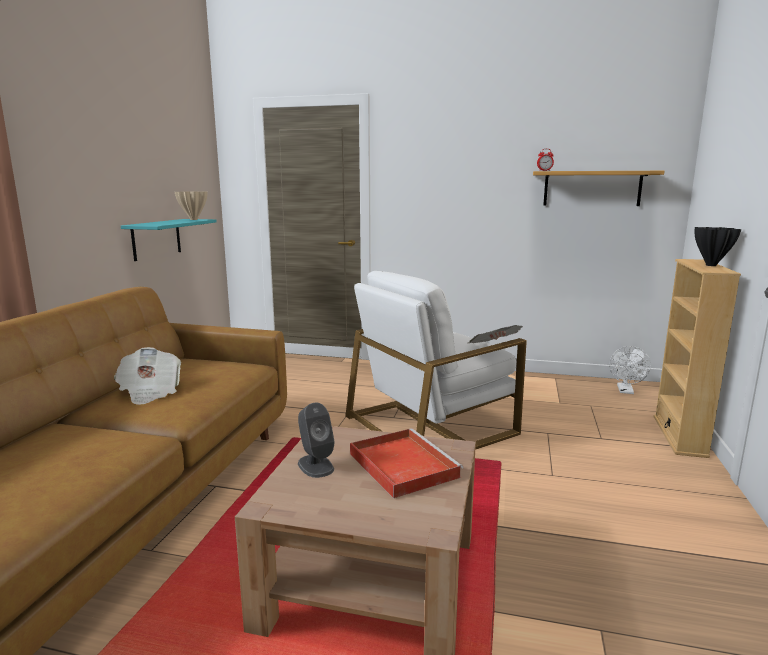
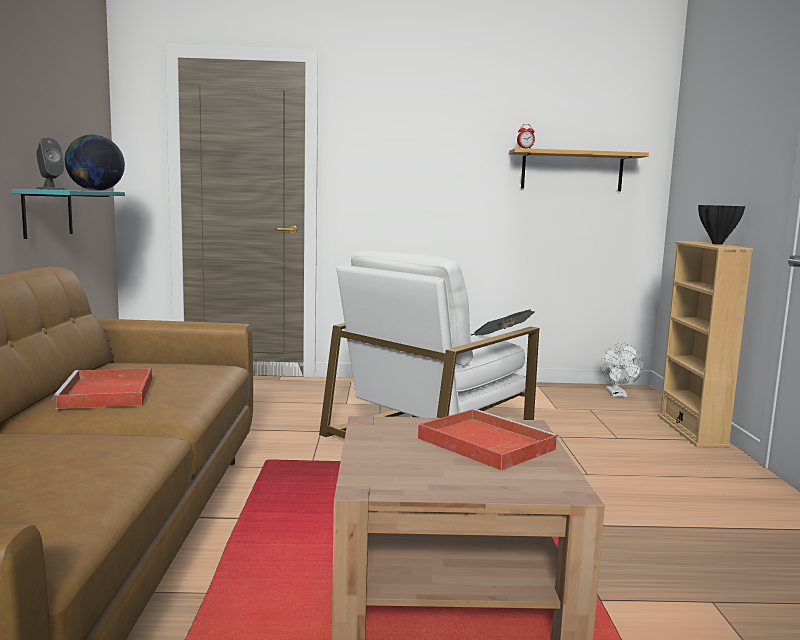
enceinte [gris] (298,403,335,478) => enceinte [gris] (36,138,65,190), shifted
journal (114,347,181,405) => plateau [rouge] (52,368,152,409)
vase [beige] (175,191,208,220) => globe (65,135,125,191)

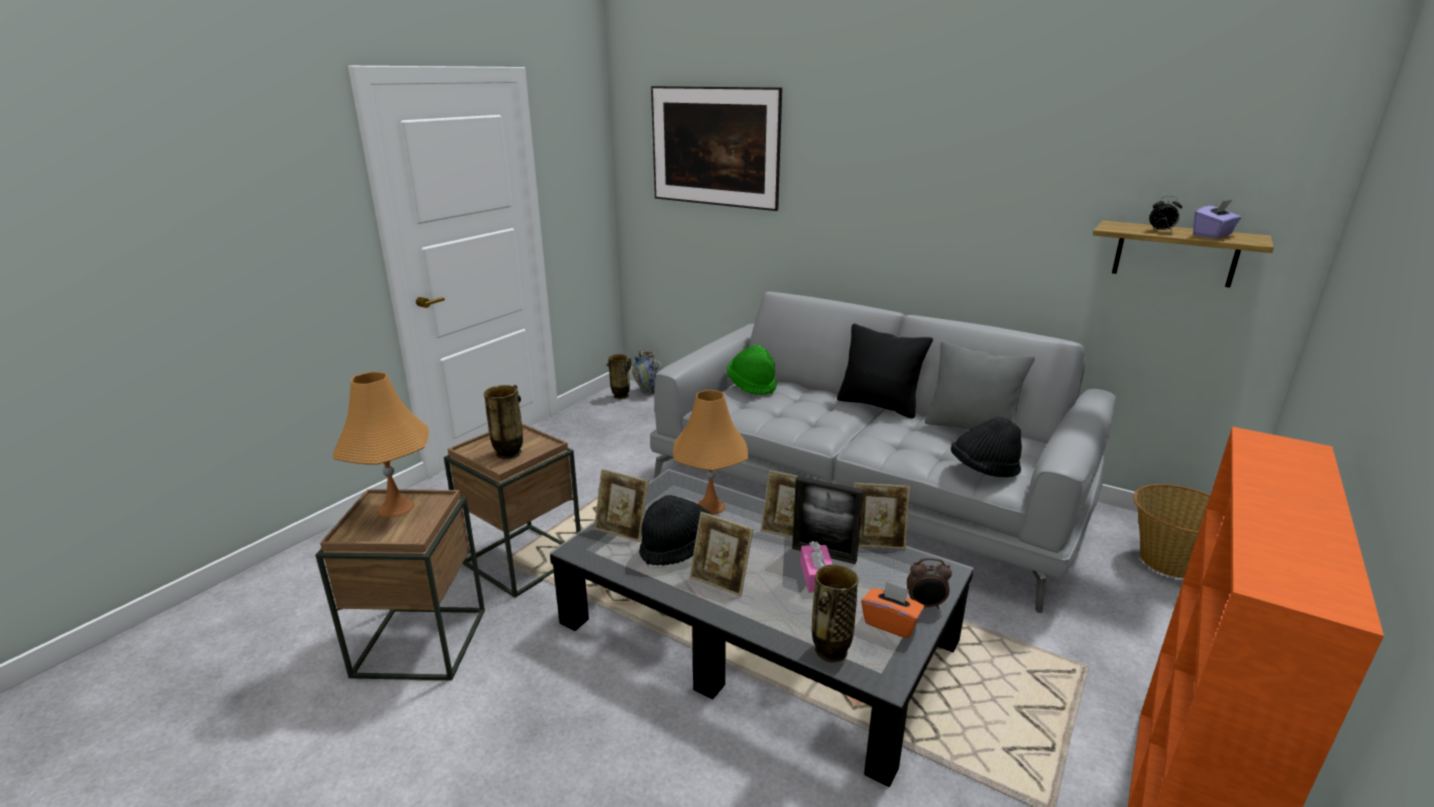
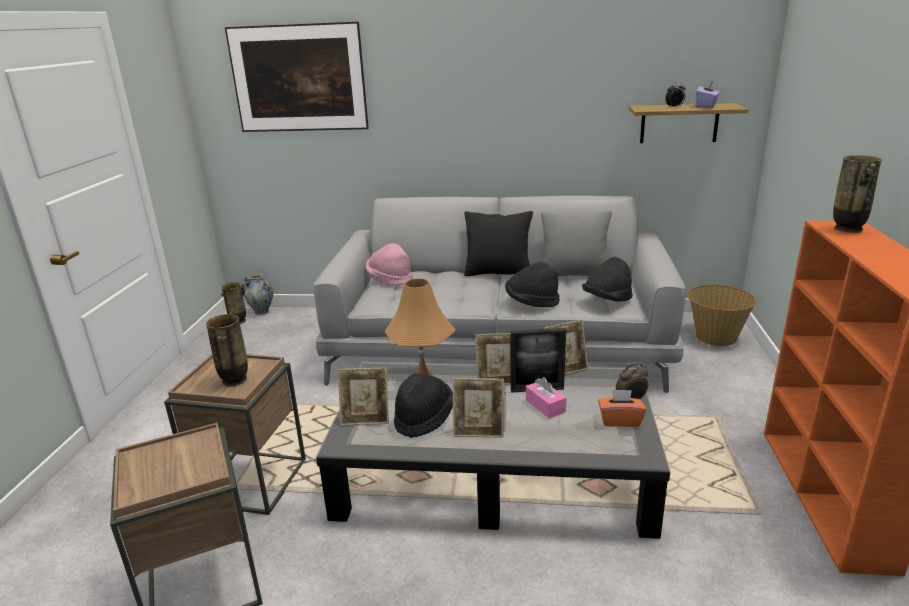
lampe de table [orange] (333,372,429,517) => nothing
nothing => chapeau [noir] (505,262,560,307)
vase (812,564,859,663) => vase (833,155,882,233), shifted
chapeau [vert] (727,345,777,395) => chapeau [rose] (366,243,413,286)

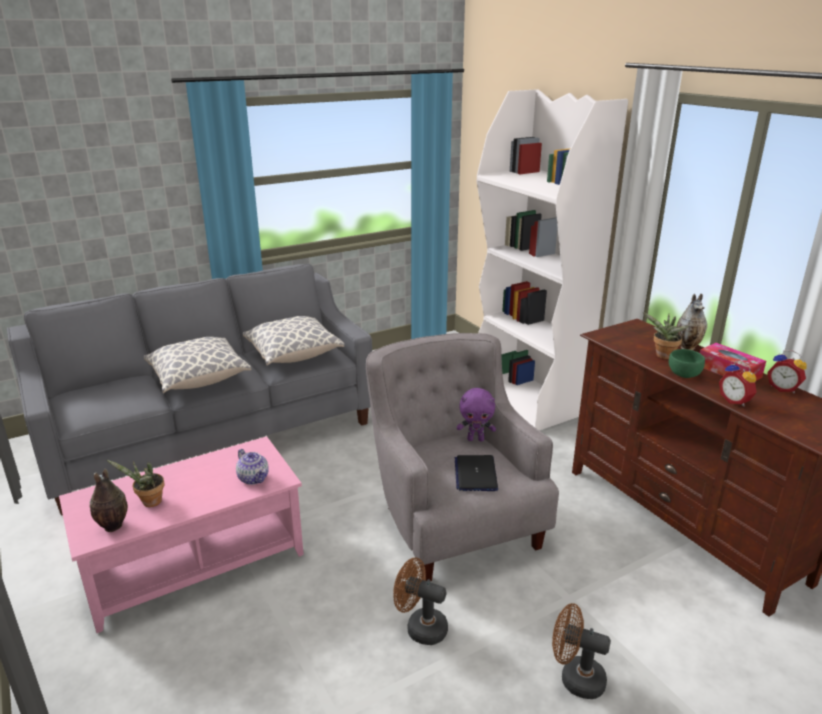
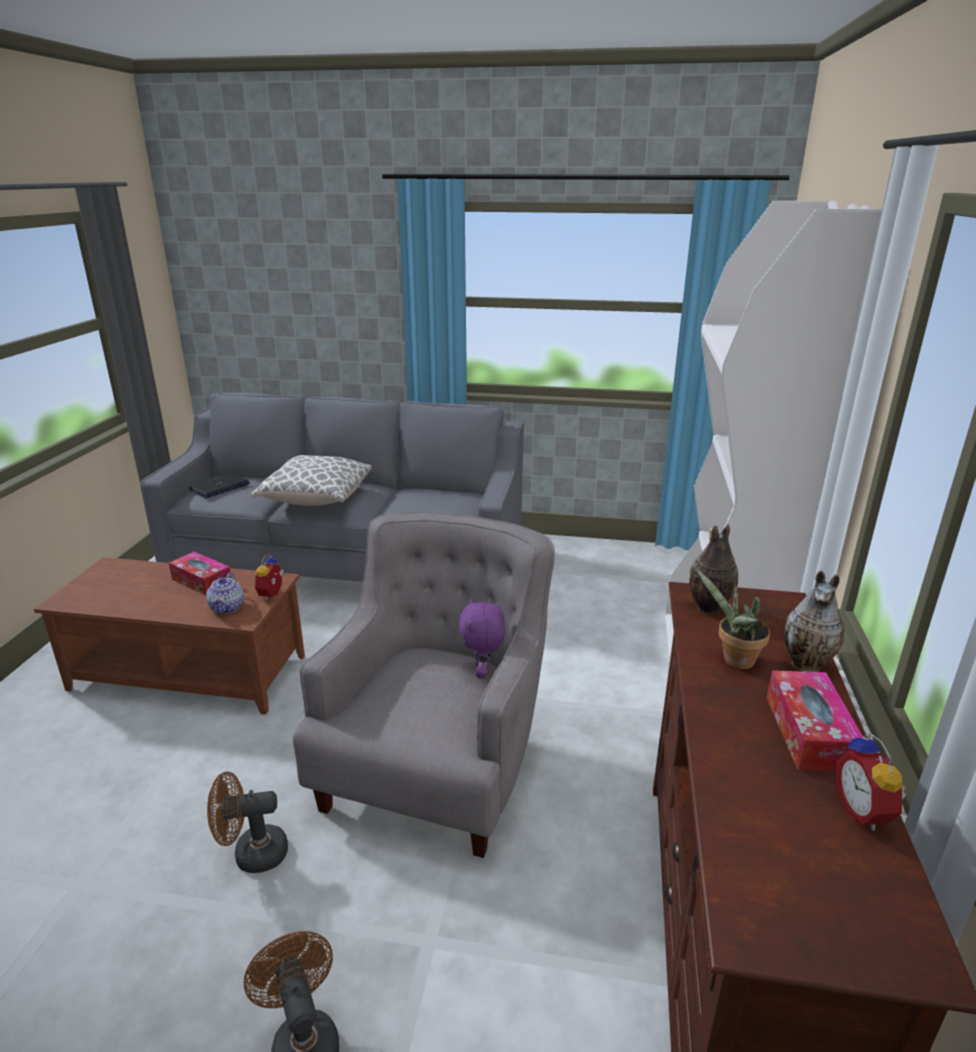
plante en pot (107,460,165,507) => nothing
coussin (243,316,344,365) => nothing
bol [vert] (669,349,705,378) => nothing
nothing => boîte à mouchoirs (169,552,231,595)
vase (89,469,128,532) => vase (689,524,738,614), shifted
ordinateur portable (455,455,498,491) => ordinateur portable (189,474,250,498), shifted
réveil (719,361,757,407) => réveil (255,553,284,600), shifted
table basse [rose] (59,436,304,633) => table basse [marron] (34,557,305,715)
ventilateur [marron] (394,558,448,645) => ventilateur [marron] (207,771,288,873), 75 degrees counterclockwise
peluche [violet] (457,388,496,441) => peluche [violet] (459,598,505,679), 45 degrees clockwise

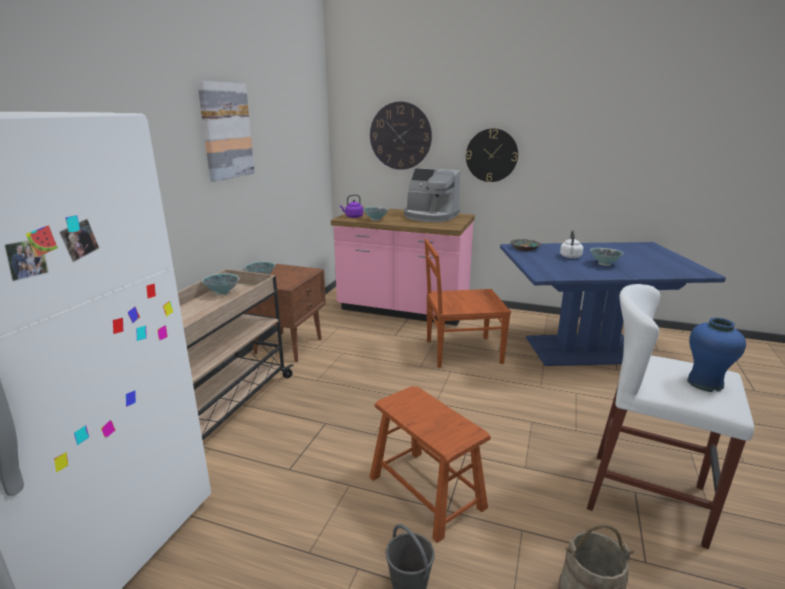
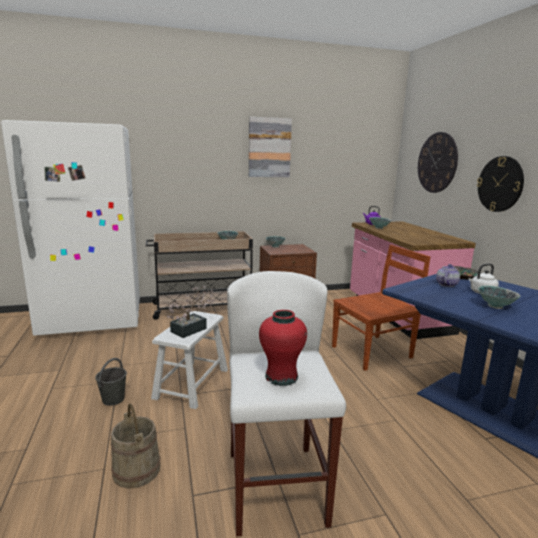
machine à café (404,168,460,222) => nothing
nothing => plante en pot (167,286,215,338)
nothing => théière (436,264,460,287)
tabouret [marron] (369,386,491,543) => tabouret [blanc] (151,311,228,409)
vase [bleu] (687,318,746,392) => vase [rouge] (259,310,307,386)
chaise [marron] (425,239,511,368) => chaise [marron] (332,245,430,371), 105 degrees clockwise

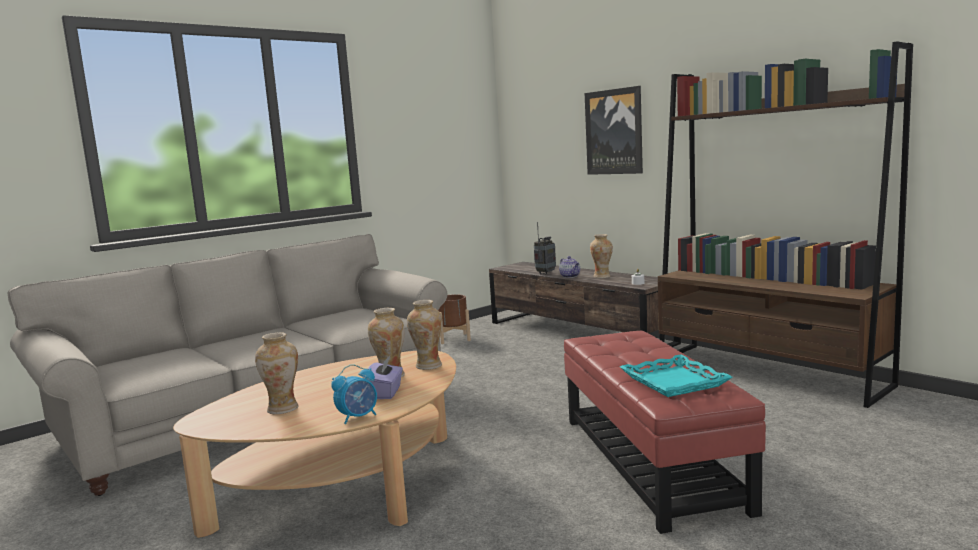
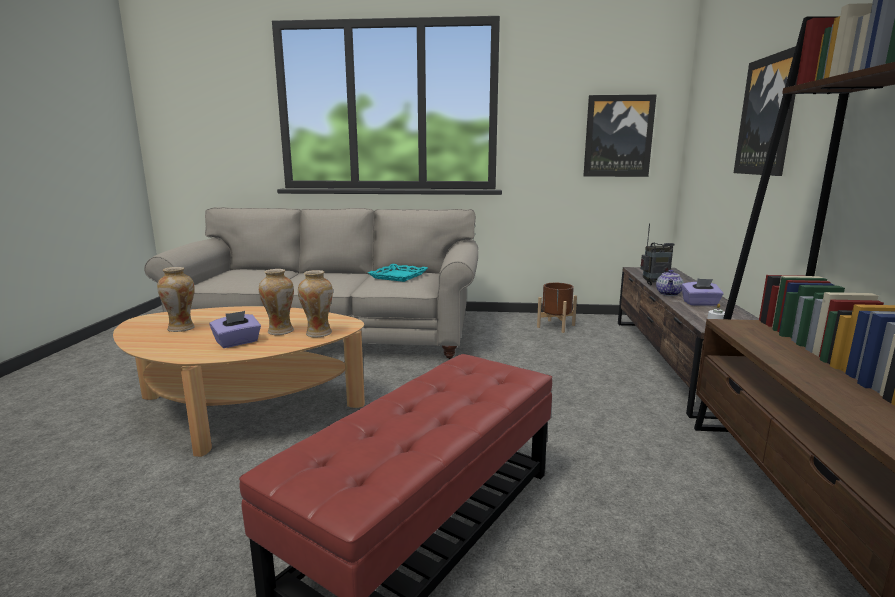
réveil (331,364,377,424) => nothing
nothing => tableau (583,95,657,177)
plateau [turquoise] (620,354,732,397) => plateau [turquoise] (368,264,428,282), shifted
vase (590,234,613,278) => boîte à mouchoirs [violet] (682,279,724,306)

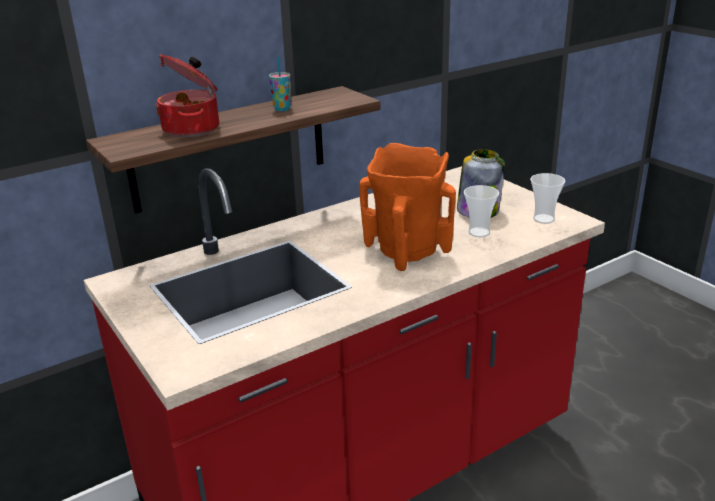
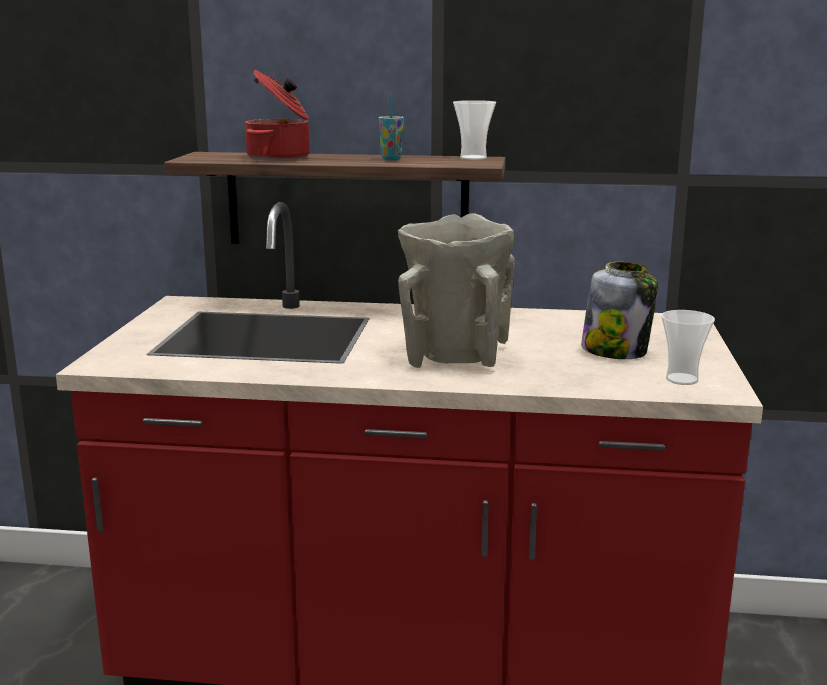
tasse (464,185,499,237) => tasse (453,100,496,160), shifted
vase [orange] (359,143,456,271) => vase [beige] (398,213,515,368)

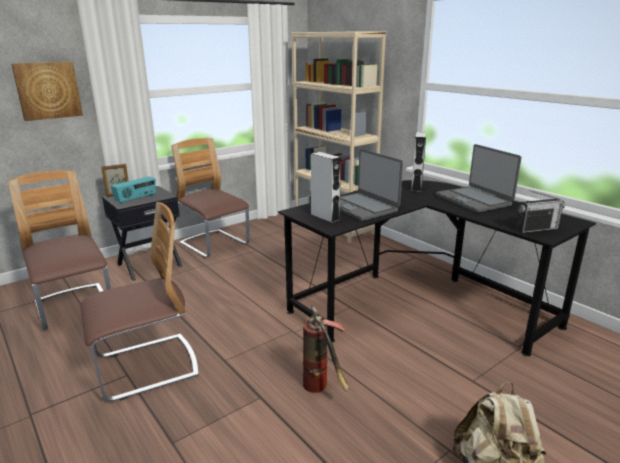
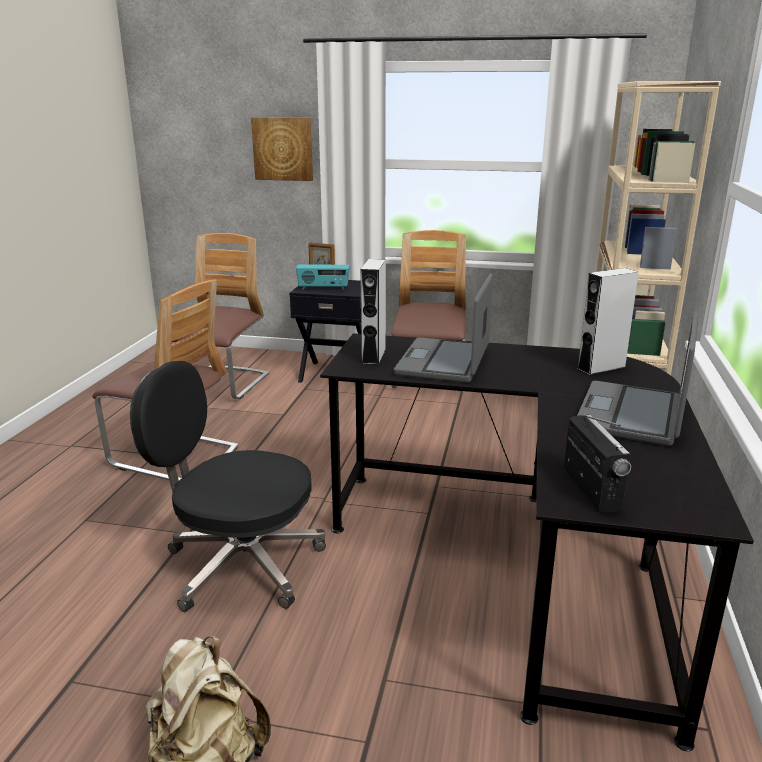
extincteur (303,305,349,393) => chaise de bureau [noir] (130,361,326,612)
radio (516,190,565,233) => radio (564,414,631,512), 135 degrees counterclockwise

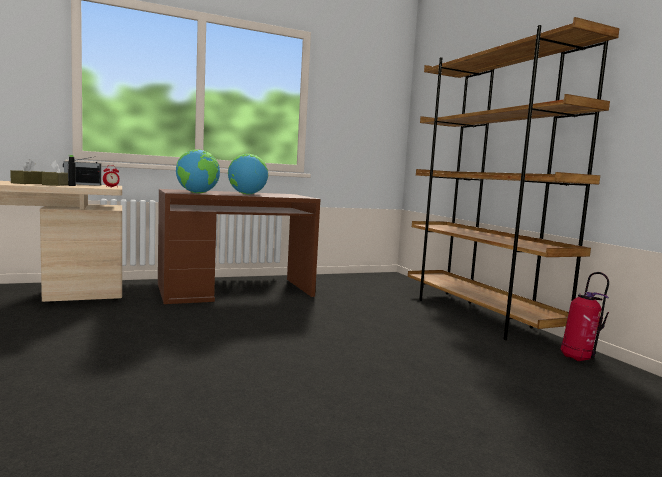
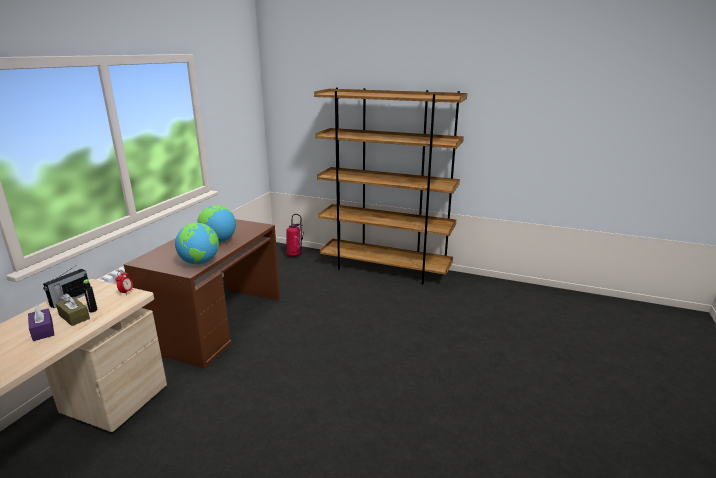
extincteur (561,272,609,361) => extincteur (286,214,304,257), shifted
boîte à mouchoirs [marron] (10,159,43,184) => boîte à mouchoirs [violet] (28,305,54,341)

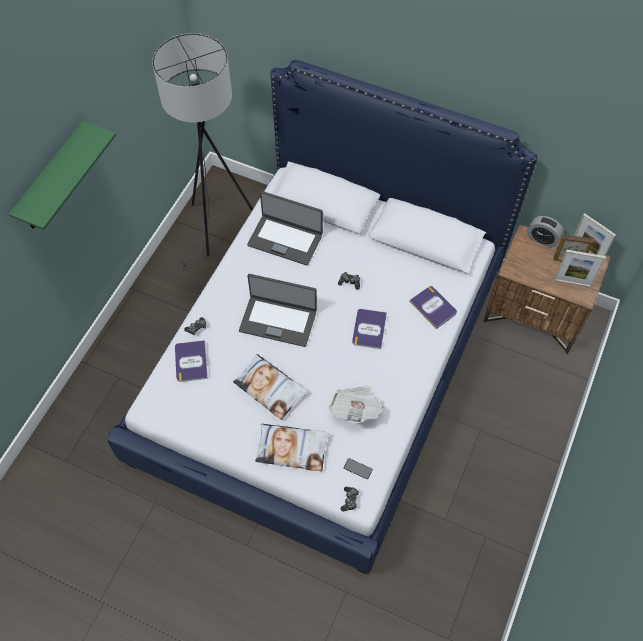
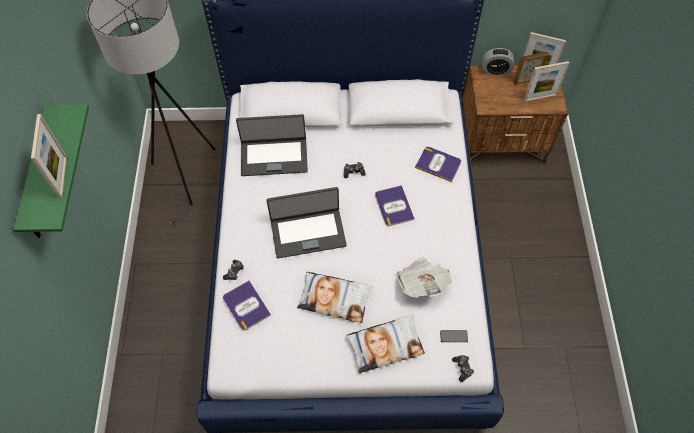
nothing => cadre photo (31,114,67,199)

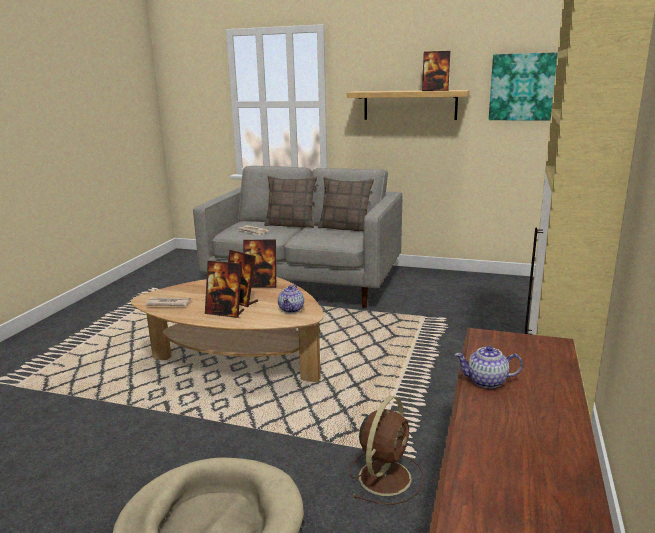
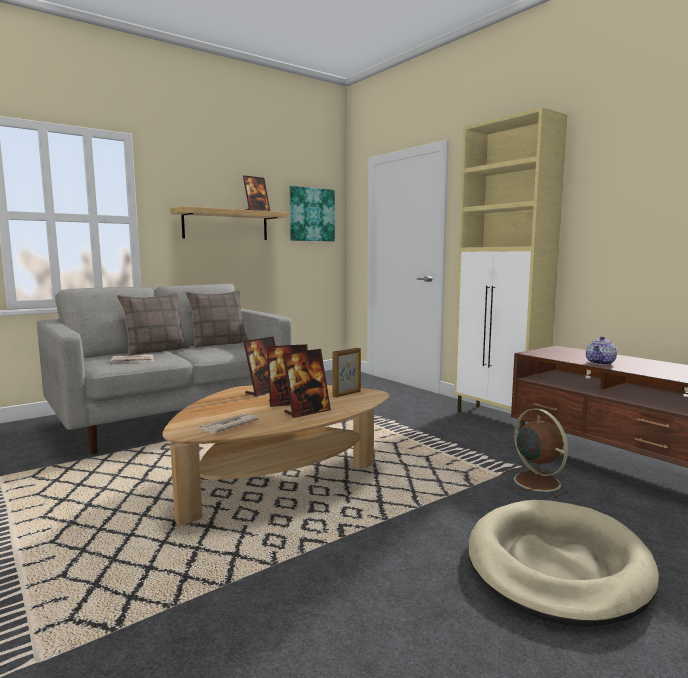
théière (278,284,304,313) => cadre photo (332,348,361,397)

